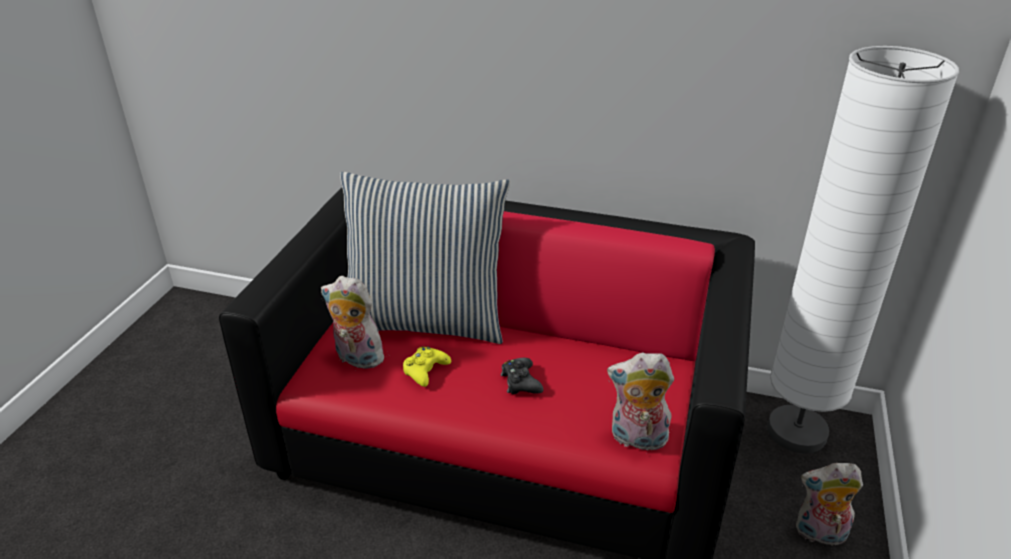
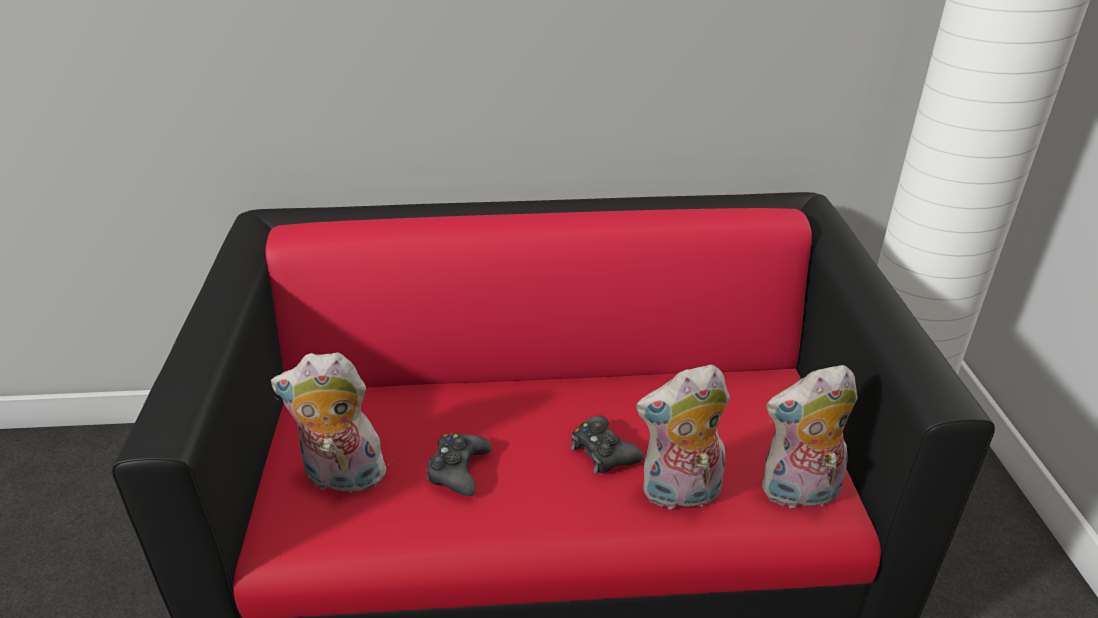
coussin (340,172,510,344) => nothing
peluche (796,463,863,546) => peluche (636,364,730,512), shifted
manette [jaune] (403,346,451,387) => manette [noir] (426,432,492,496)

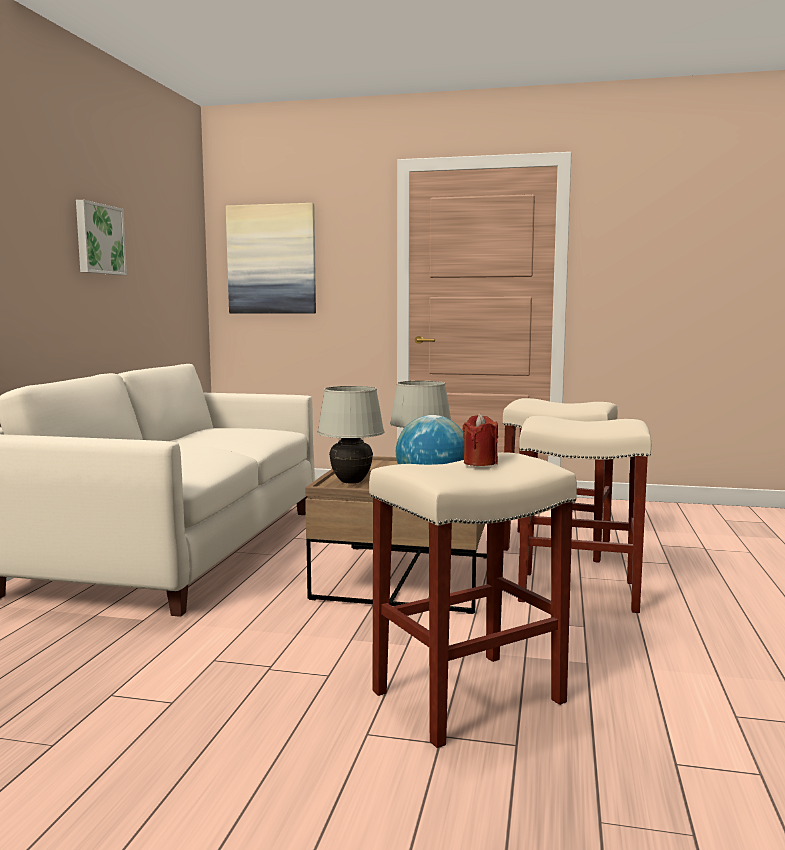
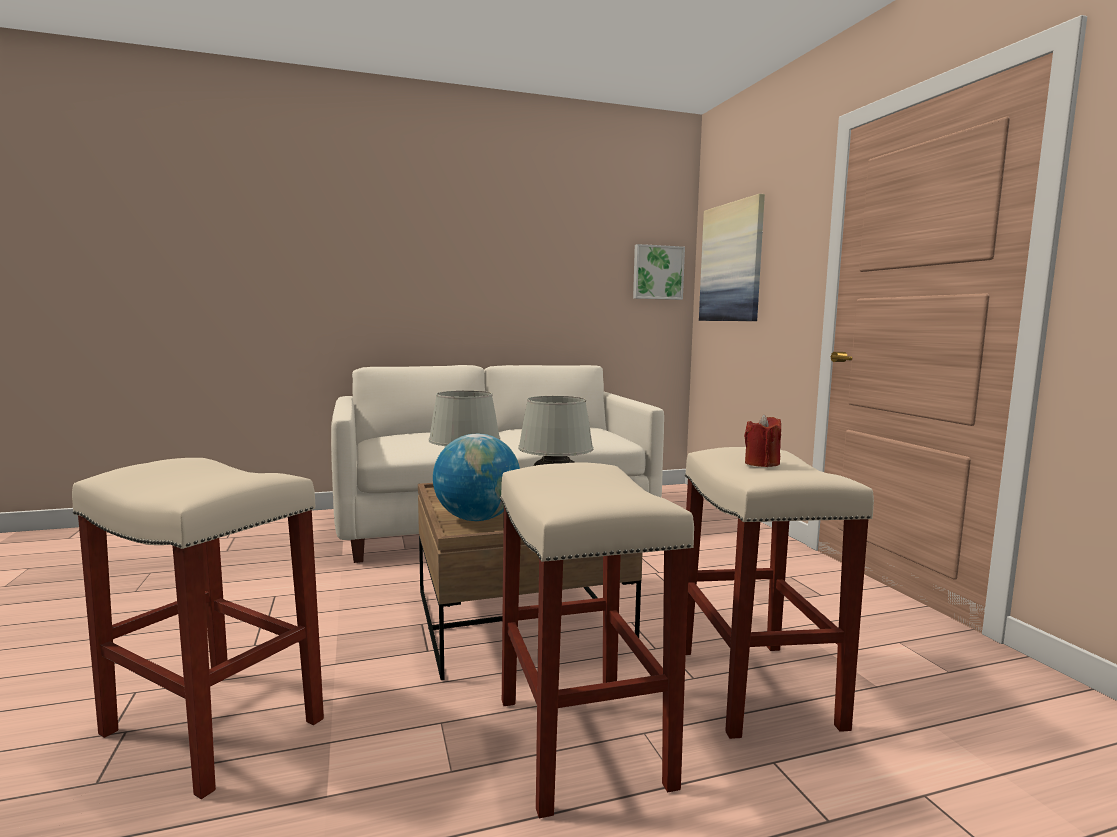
tableau (76,200,127,275) => tableau (633,244,685,300), shifted
bougie [rouge] (463,413,498,466) => bougie [rouge] (744,415,781,467), shifted

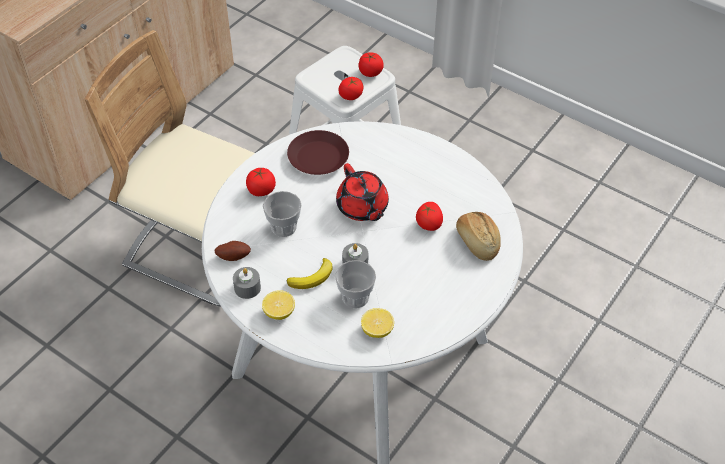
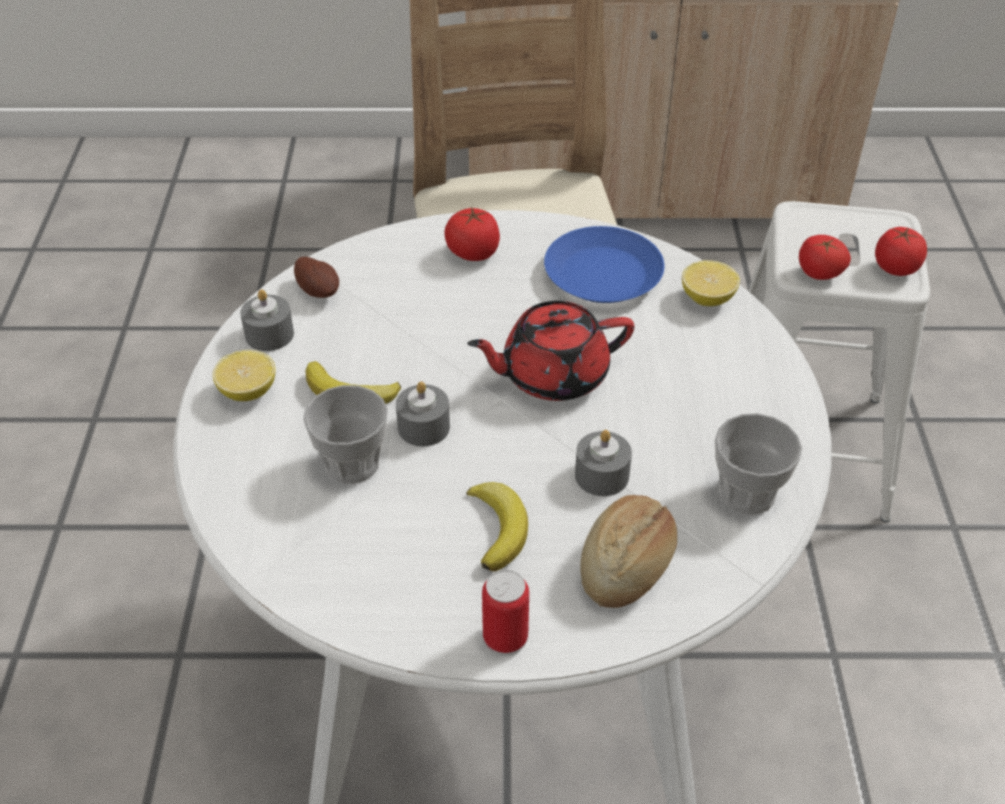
nothing => banane (466,482,528,572)
nothing => boîte métallique (482,569,529,656)
tasse (263,191,302,237) => tasse (715,413,802,515), shifted
citron (361,308,394,338) => citron (682,260,740,306), shifted
tomate (416,202,443,231) => bougie [gris] (575,430,632,496)
assiette [marron] (287,130,349,175) => assiette [bleu] (544,226,665,303)
théière [rouge] (336,163,389,221) => théière [rouge] (467,301,634,401), 45 degrees clockwise

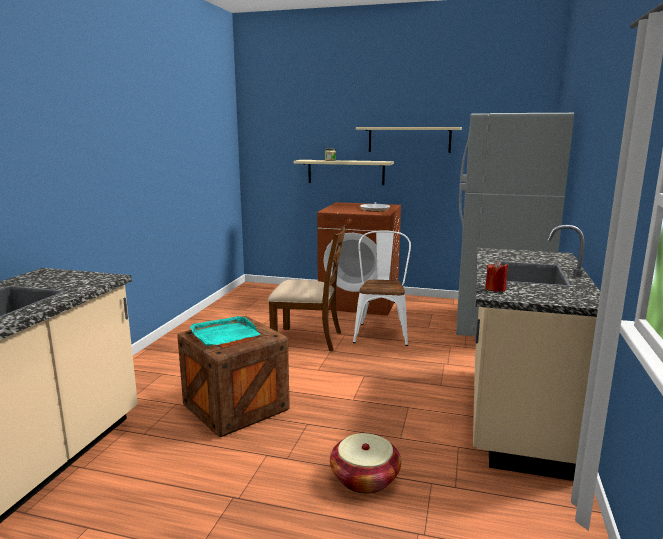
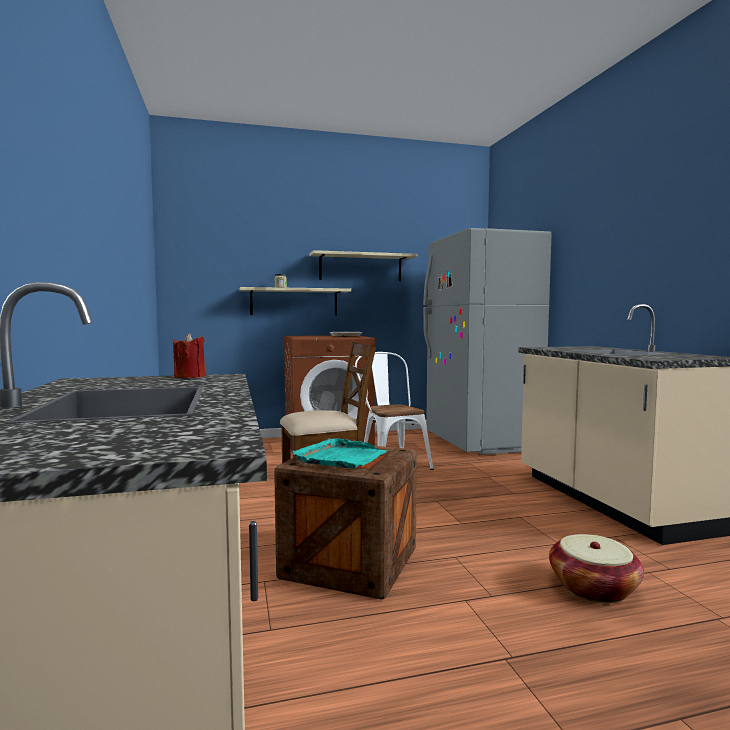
bougie [rouge] (485,261,508,292) => bougie [rouge] (173,333,205,378), shifted

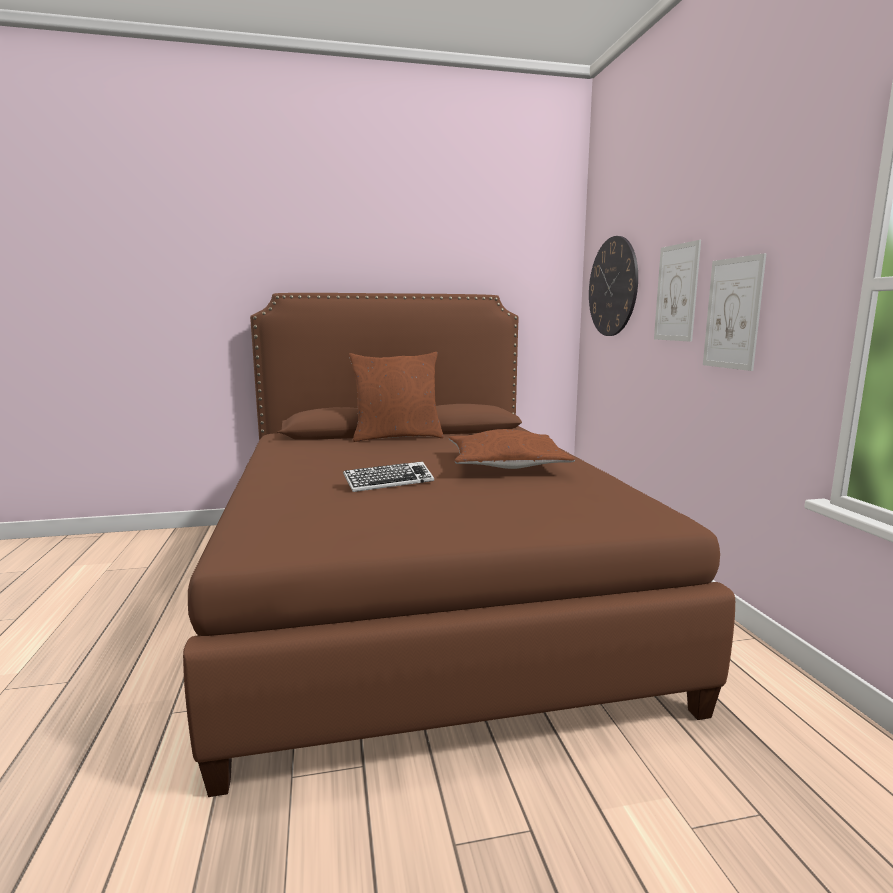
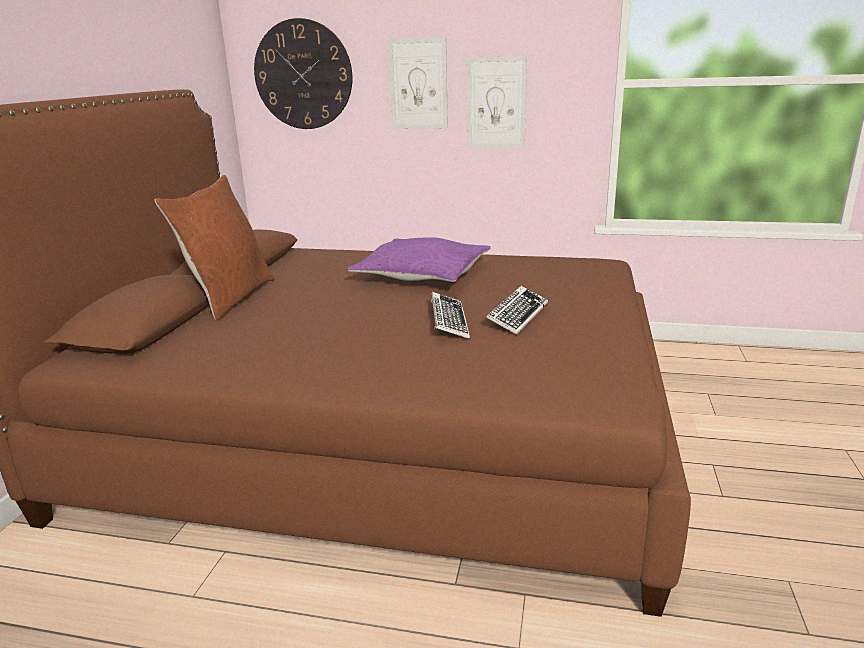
nothing => clavier (486,286,548,335)
coussin [marron] (449,429,575,469) => coussin [violet] (347,237,491,282)

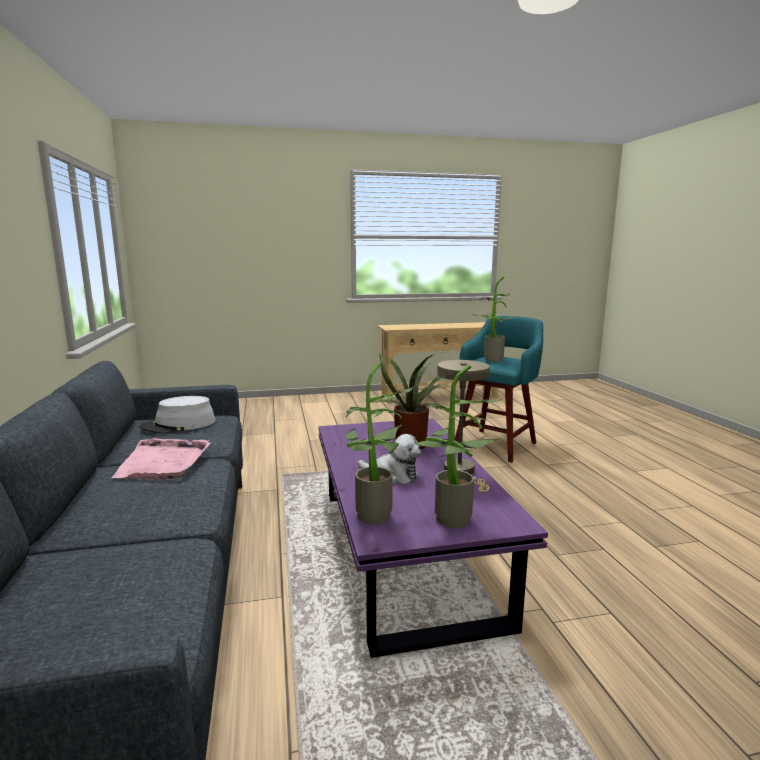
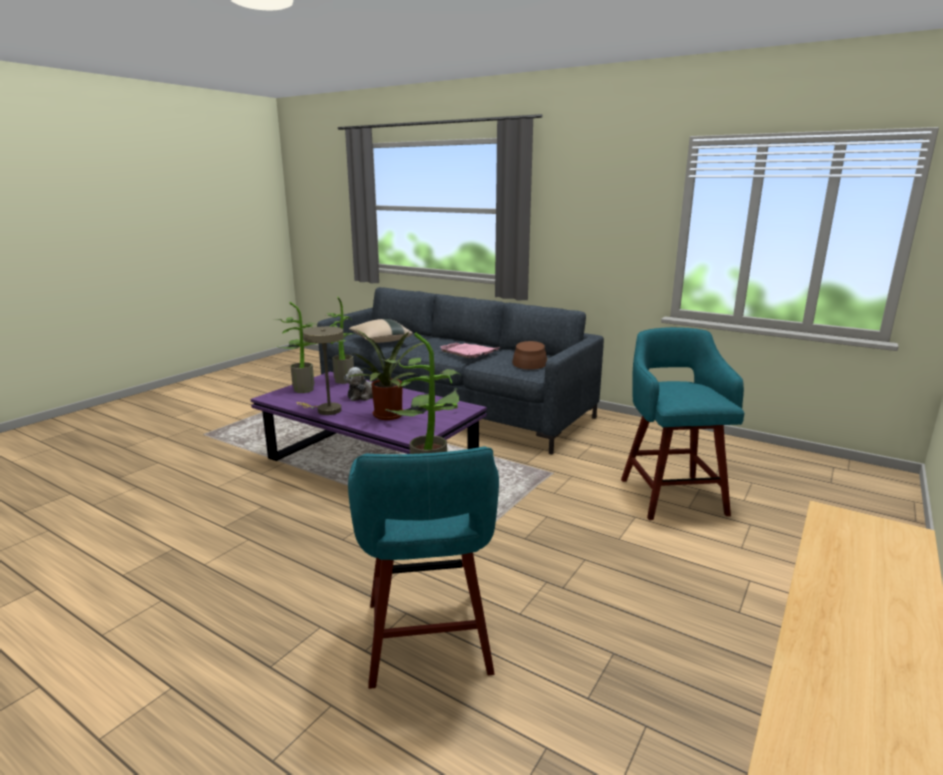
nothing => coussin [beige] (349,319,413,343)
nothing => tabouret [turquoise] (621,327,745,520)
chapeau [gris] (140,396,215,434) => chapeau [marron] (512,341,548,370)

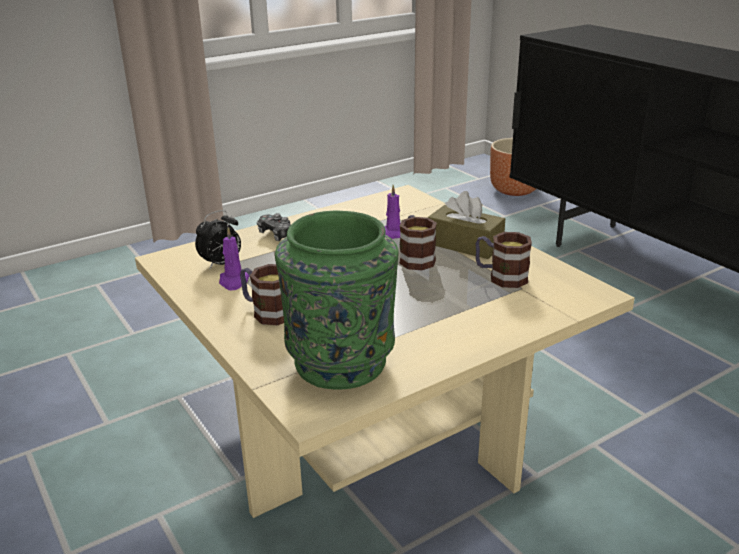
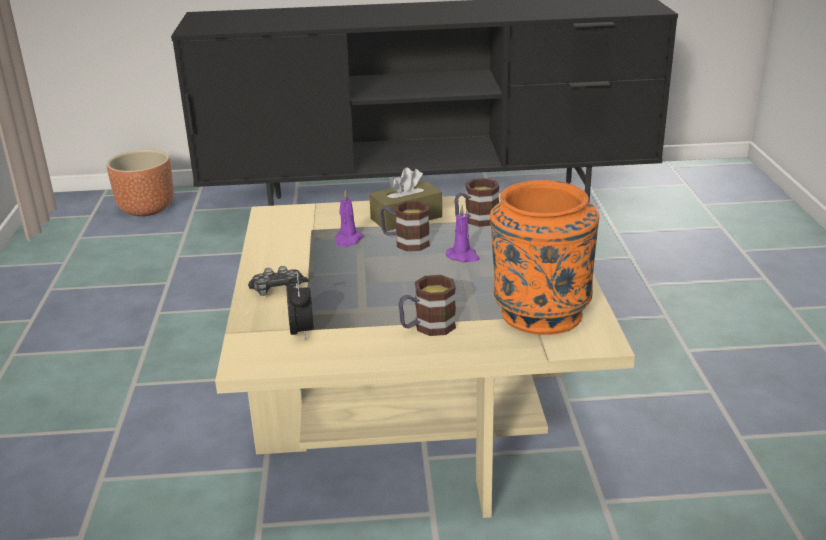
bougie [violet] (219,227,249,290) => bougie [violet] (446,205,480,262), shifted
vase [vert] (275,211,398,389) => vase [orange] (490,180,600,335)

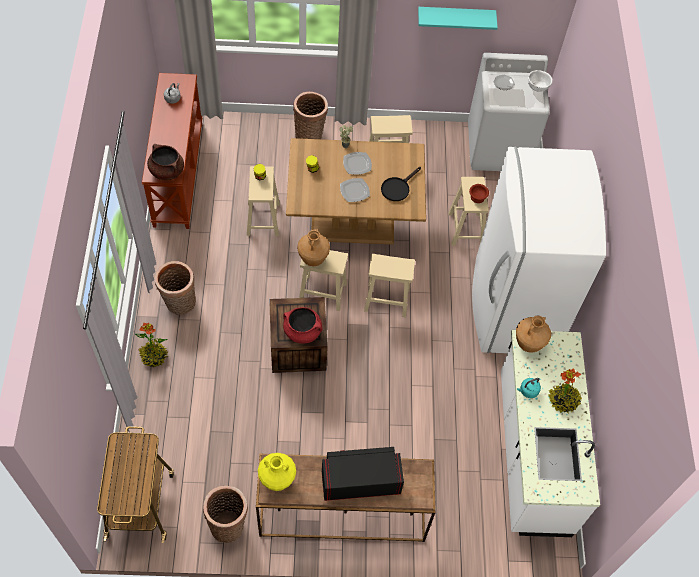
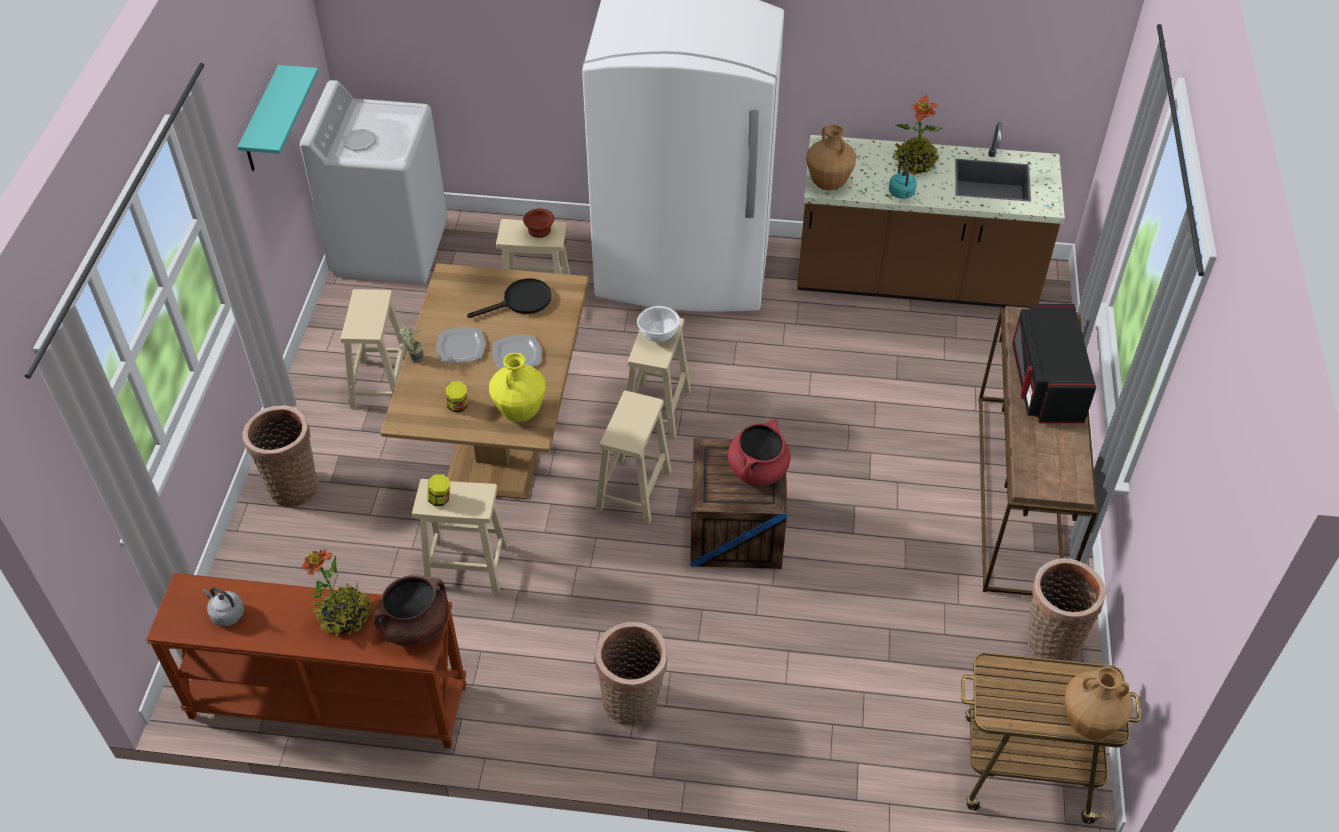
plante en pot (135,323,168,368) => plante en pot (301,549,372,636), shifted
vase [jaune] (258,453,296,491) => vase [jaune] (489,353,545,422), shifted
vase [marron] (297,229,330,266) => vase [marron] (1065,666,1133,739), shifted
bol [blanc] (528,70,553,92) => bol [blanc] (637,306,680,342), shifted
comptoir de cuisine [blanc] (501,330,600,537) => comptoir de cuisine [marron] (797,122,1065,308)
poêle [noir] (381,167,421,201) => poêle [noir] (467,278,552,318), 75 degrees counterclockwise

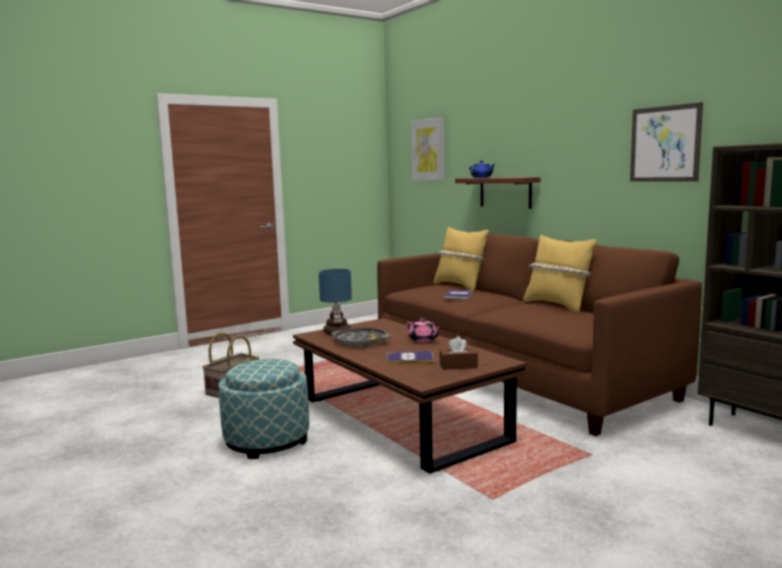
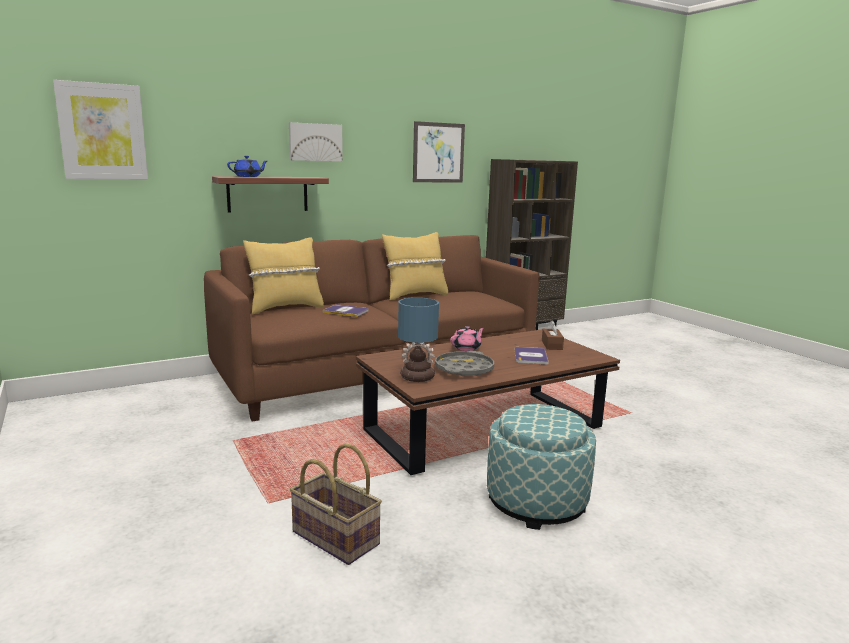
nothing => tableau (289,122,343,161)

